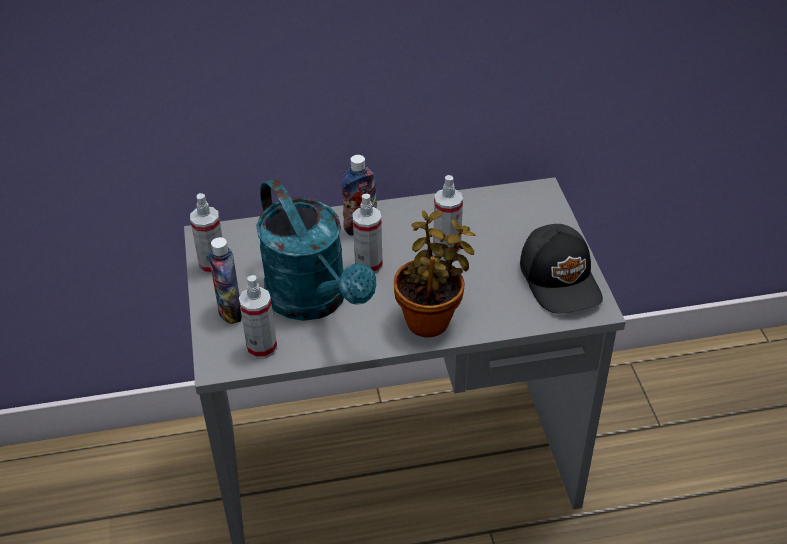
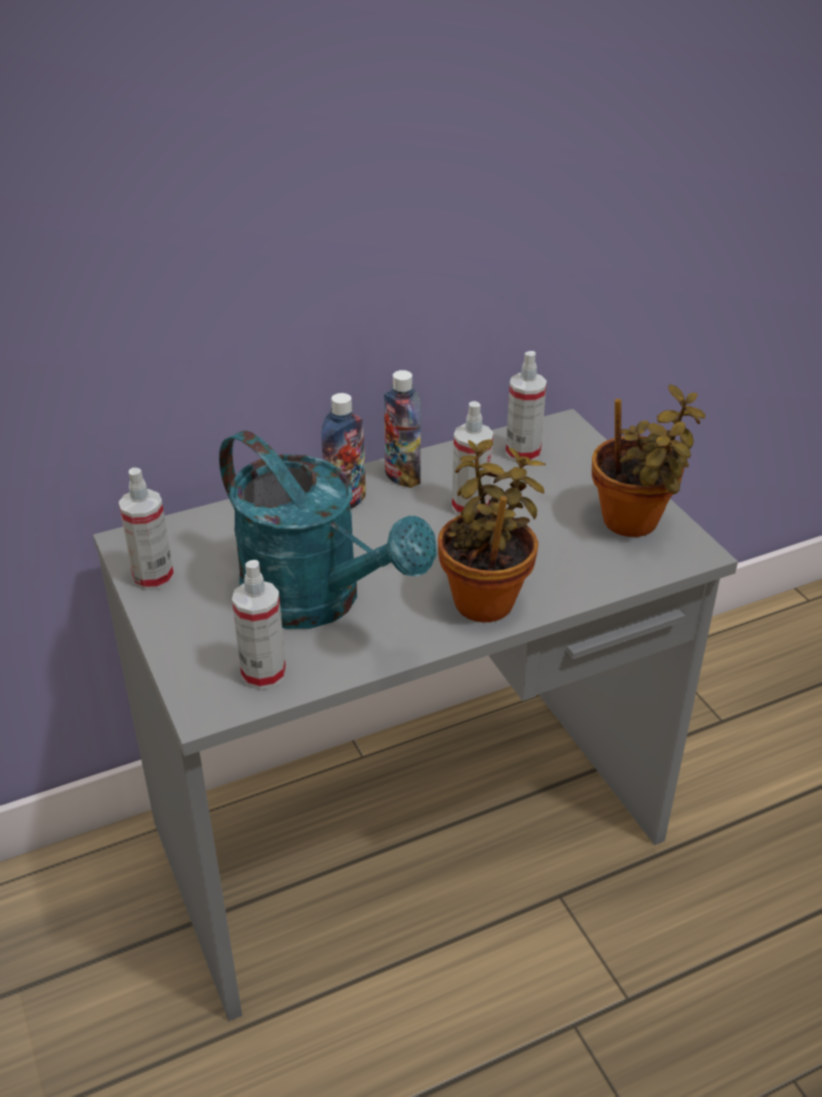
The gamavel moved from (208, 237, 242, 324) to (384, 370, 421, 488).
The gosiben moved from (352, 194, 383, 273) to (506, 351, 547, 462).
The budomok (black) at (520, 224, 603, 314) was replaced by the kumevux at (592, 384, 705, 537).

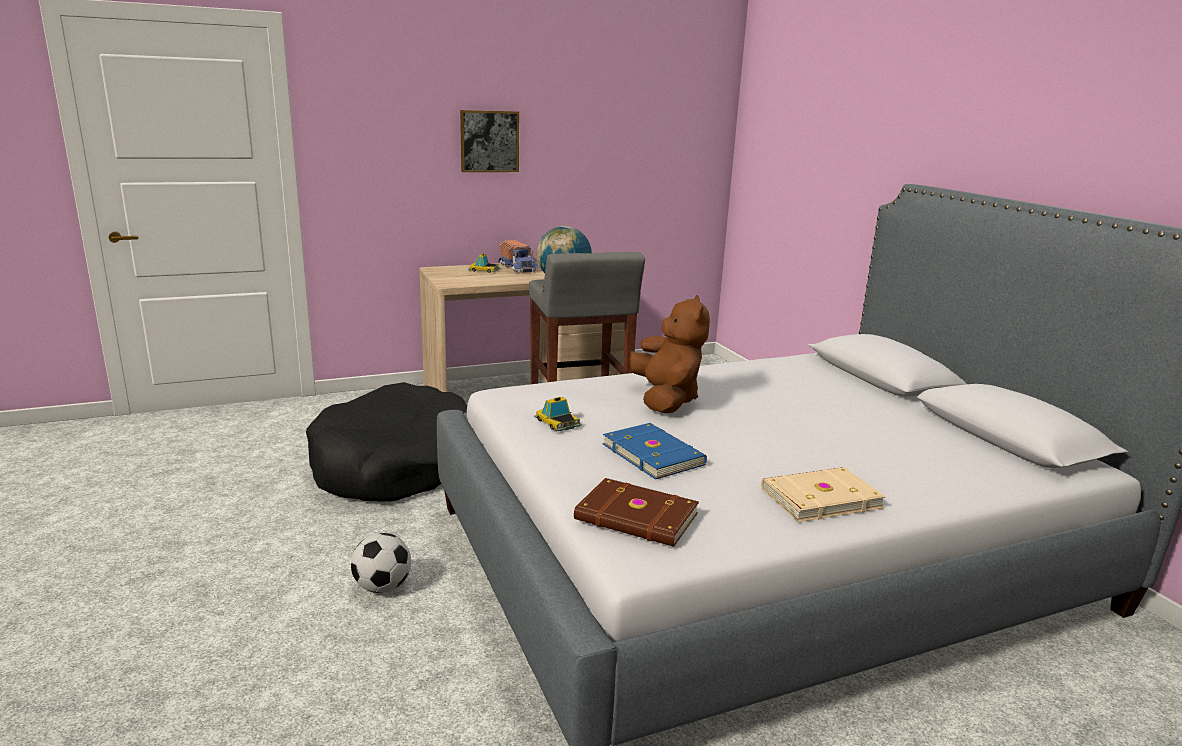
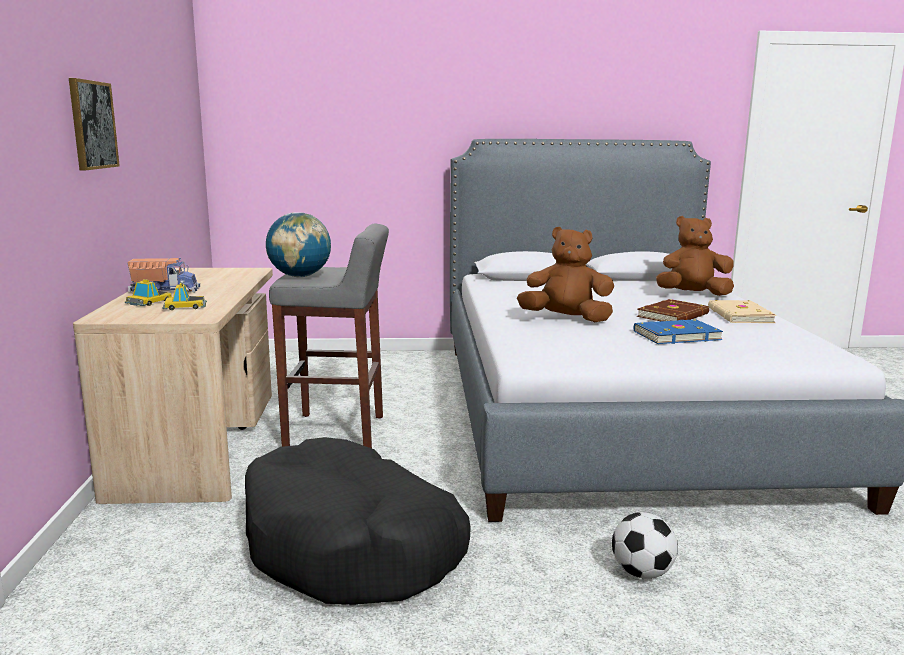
The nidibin moved from (534, 397, 582, 432) to (162, 283, 207, 310).
The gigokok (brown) moved from (574, 478, 699, 547) to (637, 299, 709, 321).
The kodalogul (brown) at (656, 216, 734, 296) appeared.

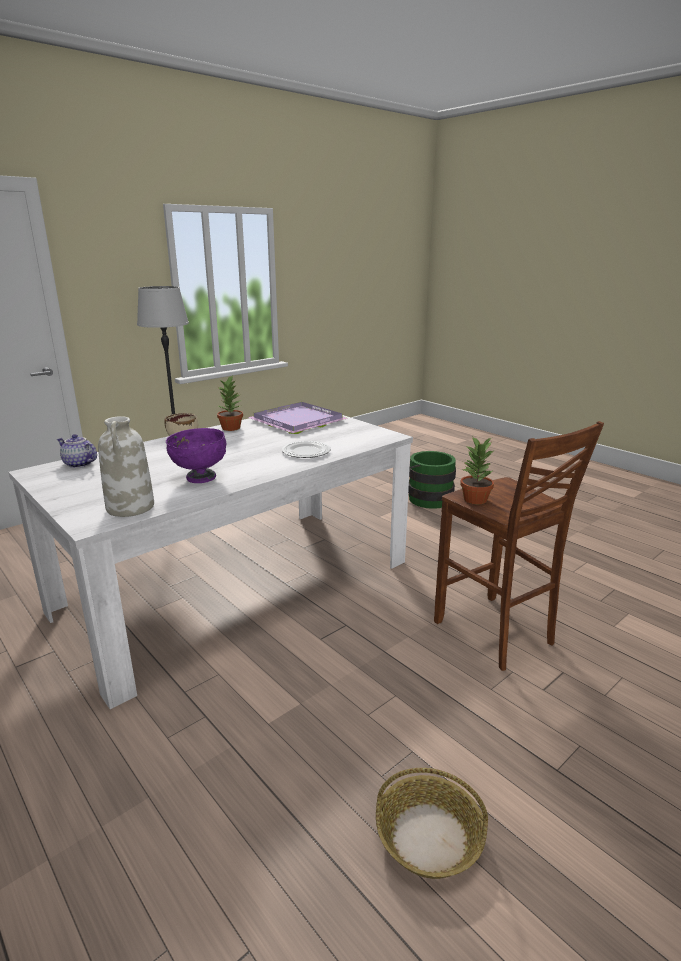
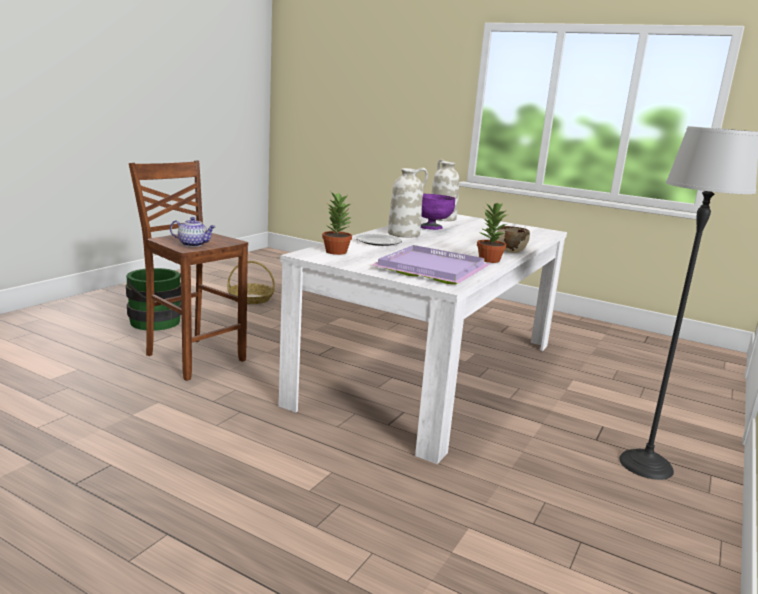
The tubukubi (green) moved from (408, 451, 456, 509) to (126, 268, 181, 331).
The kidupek moved from (57, 434, 97, 468) to (170, 217, 216, 247).
The kumevux moved from (460, 436, 495, 504) to (322, 192, 353, 255).
The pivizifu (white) at (388, 168, 428, 238) appeared.

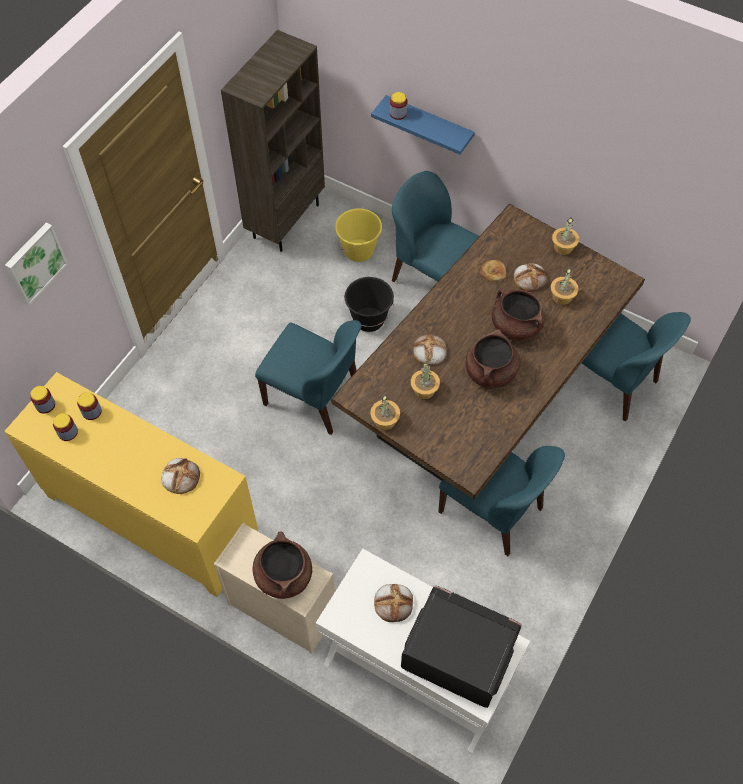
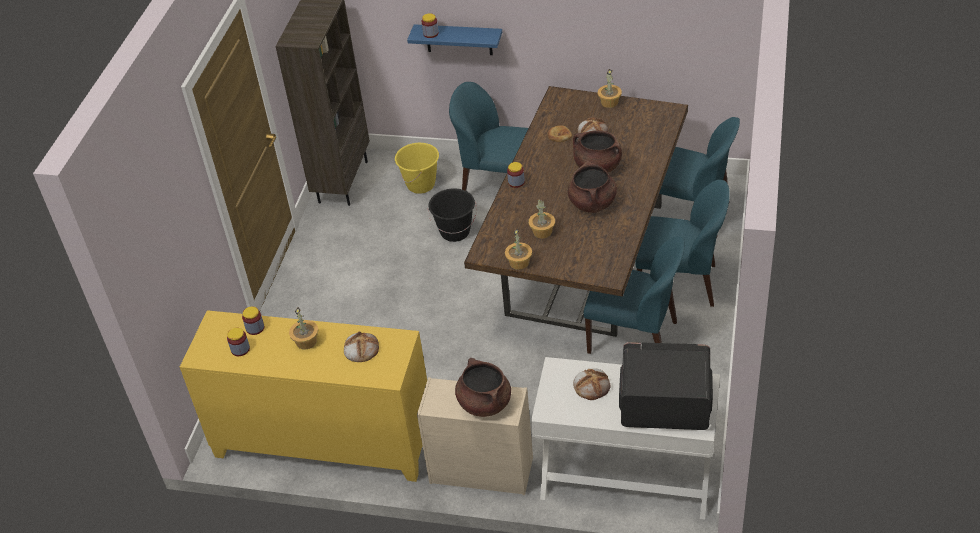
The kumevux moved from (550, 267, 579, 305) to (289, 307, 318, 349).
The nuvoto moved from (30, 386, 55, 414) to (507, 162, 525, 188).
The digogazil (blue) moved from (255, 320, 362, 435) to (635, 180, 730, 307).
The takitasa at (5, 222, 68, 306) disappeared.
The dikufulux at (413, 334, 447, 365) disappeared.

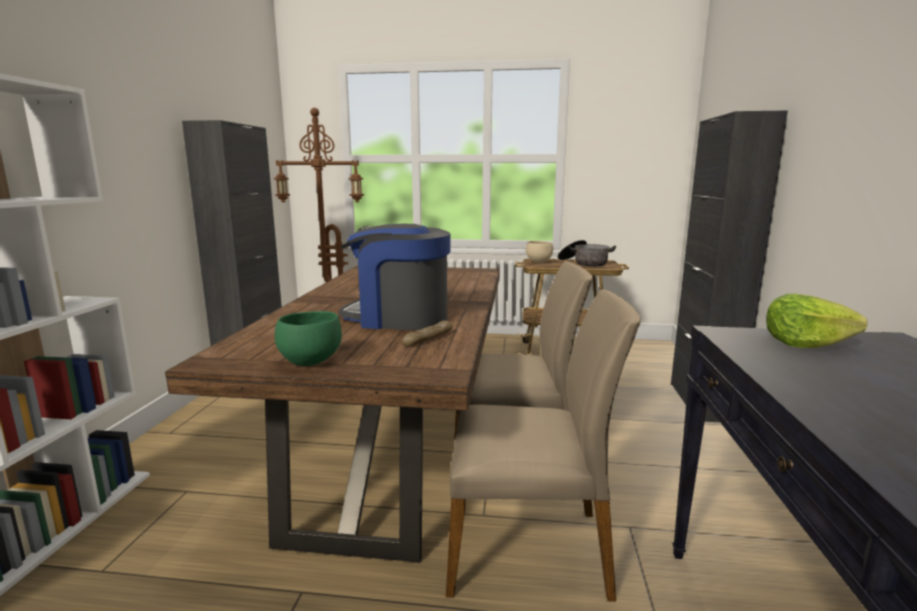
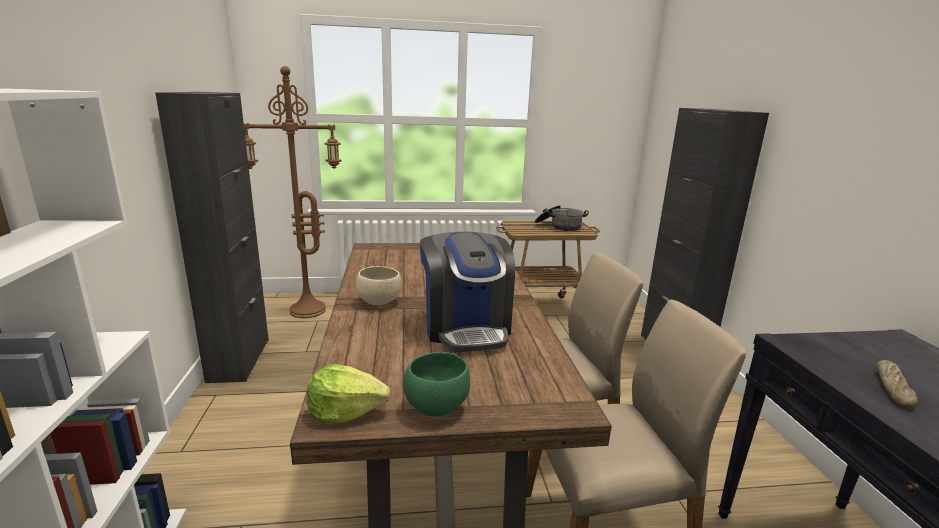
The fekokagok moved from (766, 294, 868, 348) to (307, 364, 390, 423).
The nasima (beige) moved from (526, 241, 553, 262) to (356, 266, 401, 305).
The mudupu at (339, 224, 451, 330) turned 105 degrees counterclockwise.
The dikufulux moved from (402, 320, 452, 347) to (876, 360, 918, 408).

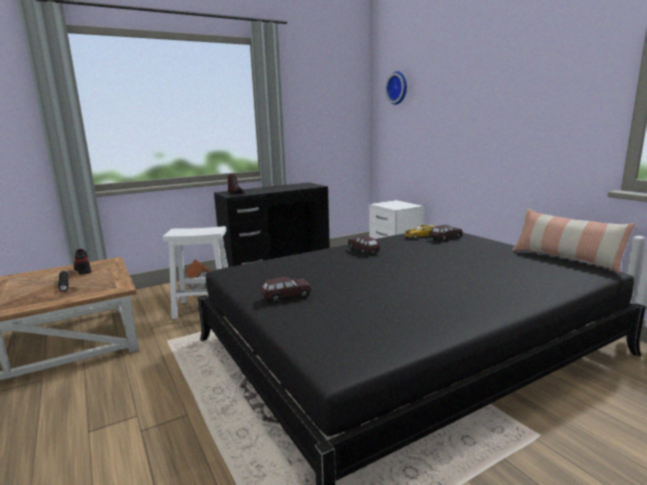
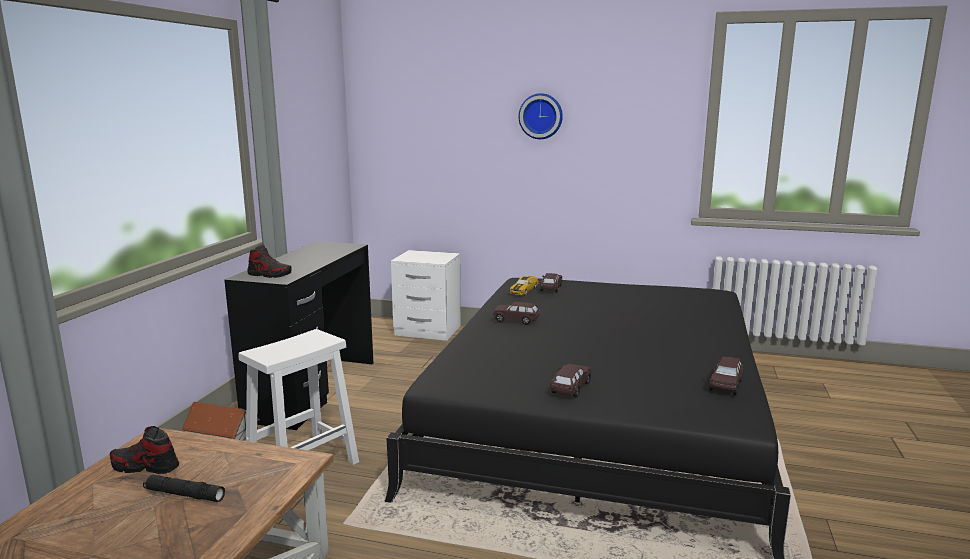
The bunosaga moved from (385, 71, 407, 105) to (518, 93, 563, 139).
The nidibin (brown) at (709, 356, 743, 395) appeared.
The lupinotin at (512, 208, 636, 273) disappeared.

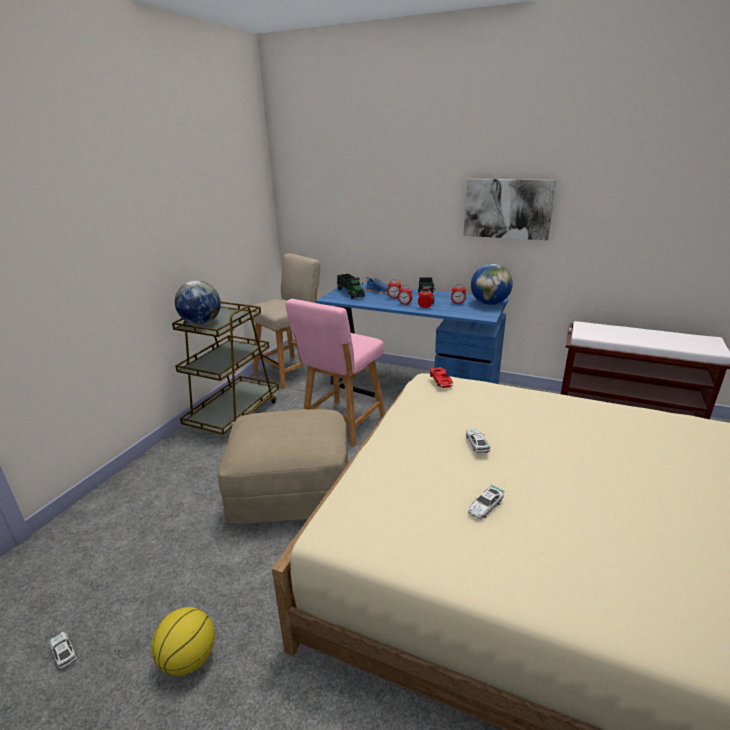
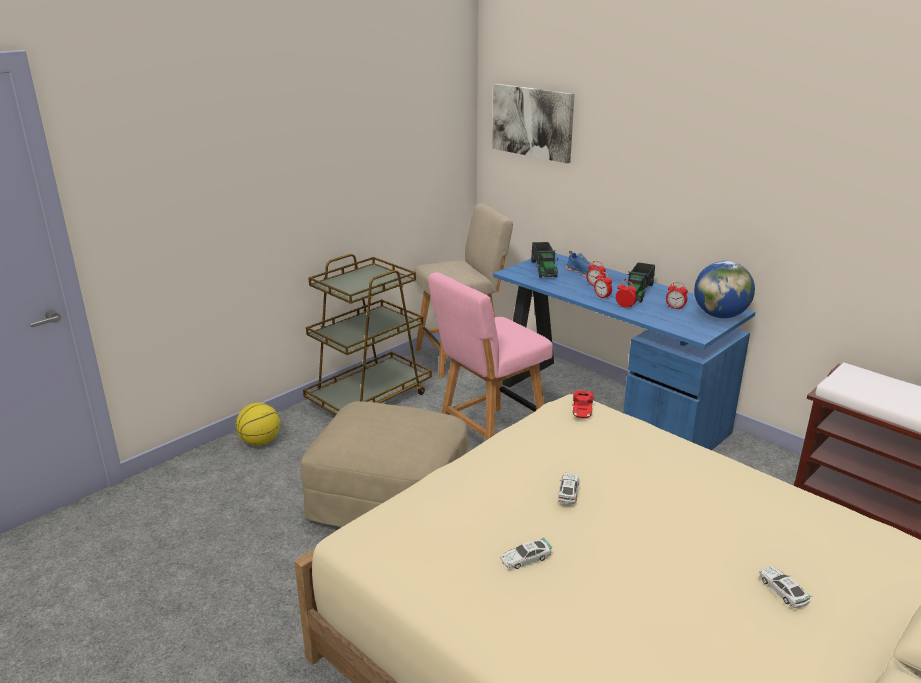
The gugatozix moved from (151, 607, 215, 676) to (236, 403, 280, 446).
The takitasa moved from (463, 179, 557, 241) to (492, 84, 575, 163).
The nidibin moved from (50, 632, 77, 669) to (759, 566, 812, 608).
The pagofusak at (175, 281, 221, 325) disappeared.

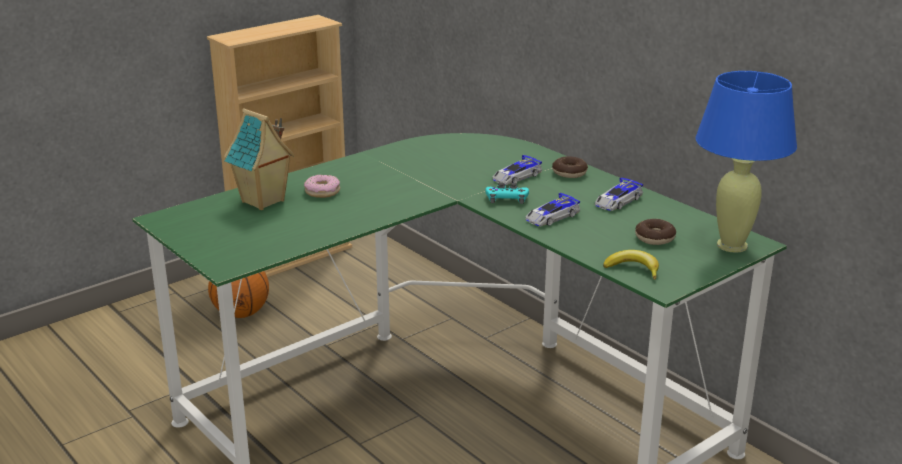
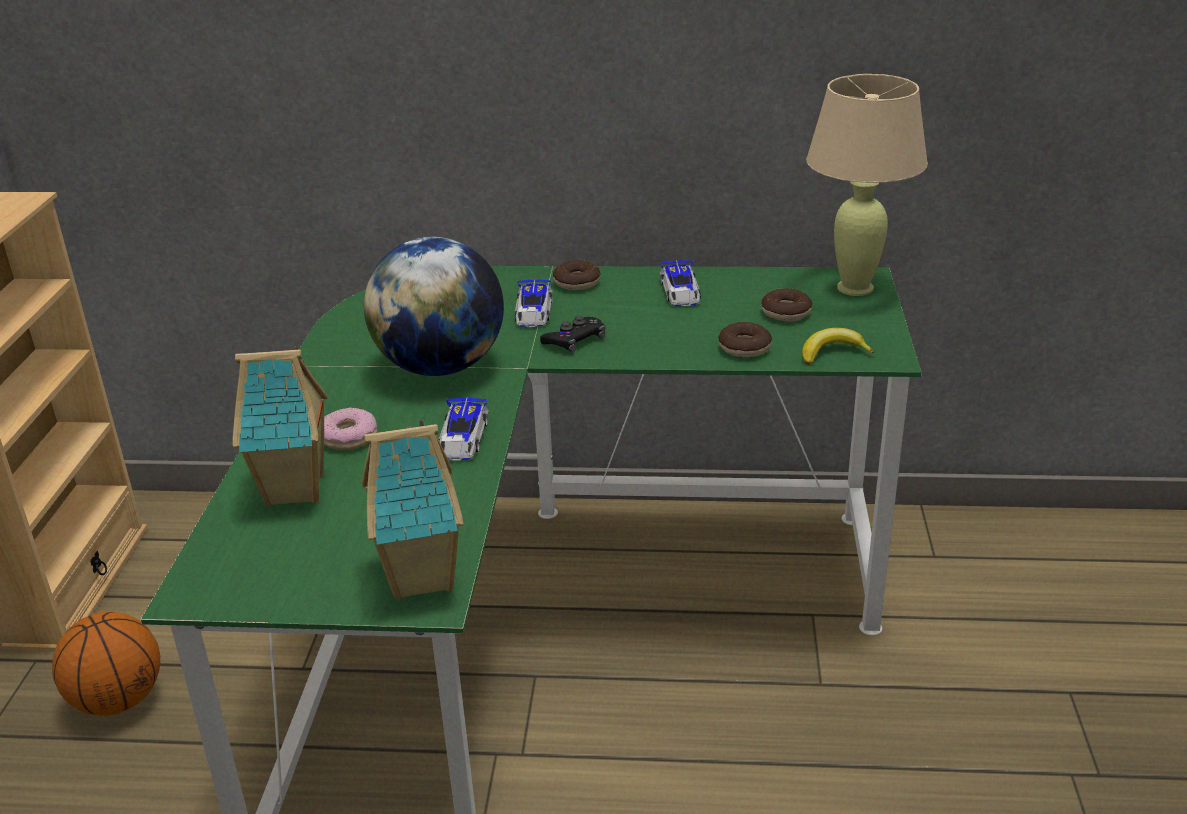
The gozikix at (362, 419, 463, 600) appeared.
The pagofusak at (364, 237, 504, 376) appeared.
The nidibin moved from (526, 193, 581, 226) to (439, 398, 489, 460).
The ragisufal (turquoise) at (485, 182, 529, 204) became the ragisufal (black) at (540, 315, 605, 352).
The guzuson at (718, 322, 772, 357) appeared.
The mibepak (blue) at (696, 71, 797, 253) became the mibepak (beige) at (806, 74, 928, 296).

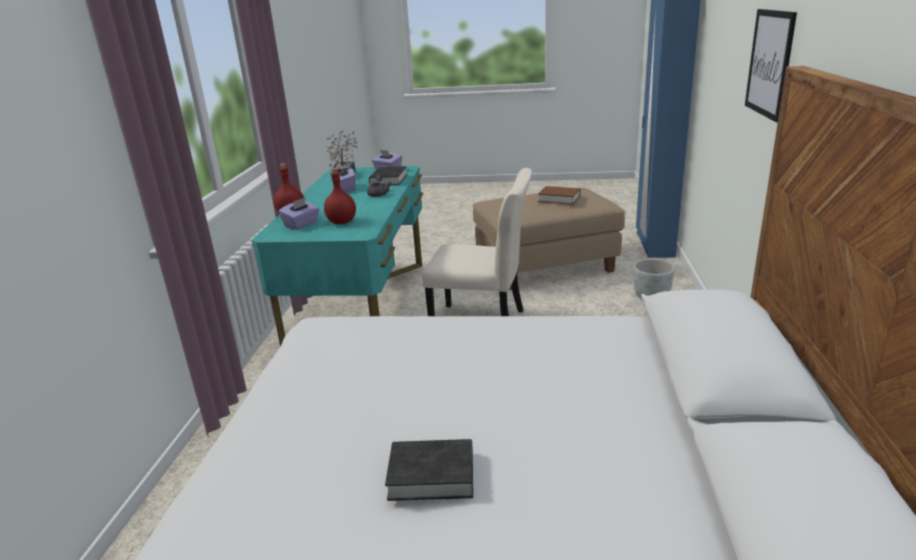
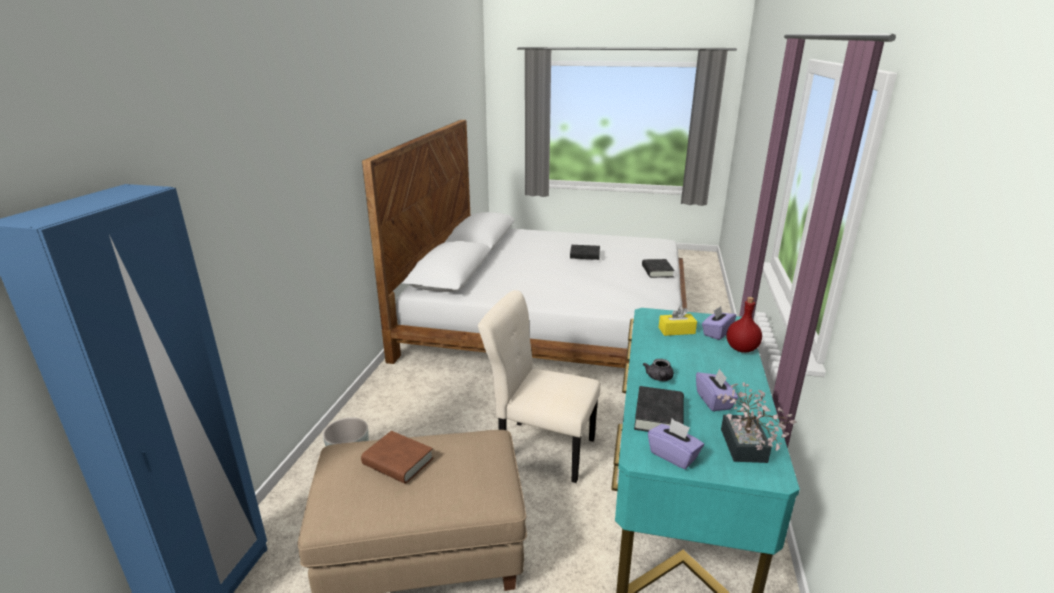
The gigokok (black) at (642, 259, 674, 278) appeared.
The gamavel (red) at (324, 168, 356, 224) was replaced by the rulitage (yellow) at (658, 306, 697, 336).
The takitasa at (745, 9, 797, 123) disappeared.

